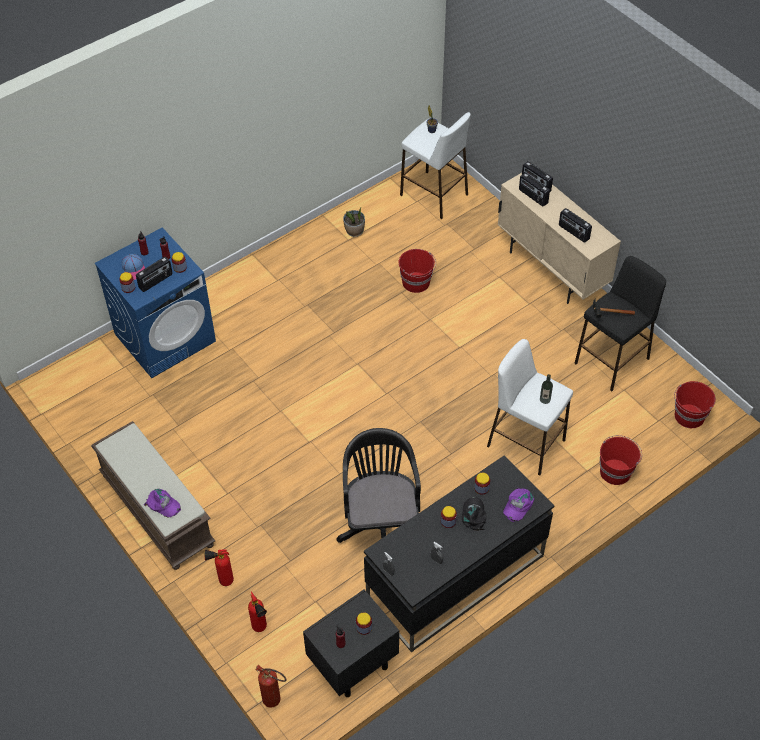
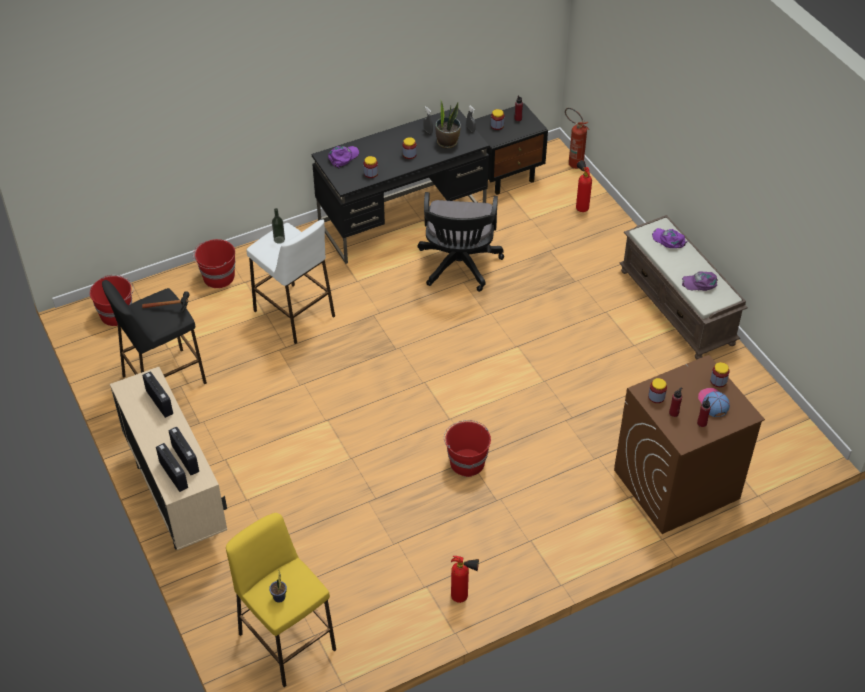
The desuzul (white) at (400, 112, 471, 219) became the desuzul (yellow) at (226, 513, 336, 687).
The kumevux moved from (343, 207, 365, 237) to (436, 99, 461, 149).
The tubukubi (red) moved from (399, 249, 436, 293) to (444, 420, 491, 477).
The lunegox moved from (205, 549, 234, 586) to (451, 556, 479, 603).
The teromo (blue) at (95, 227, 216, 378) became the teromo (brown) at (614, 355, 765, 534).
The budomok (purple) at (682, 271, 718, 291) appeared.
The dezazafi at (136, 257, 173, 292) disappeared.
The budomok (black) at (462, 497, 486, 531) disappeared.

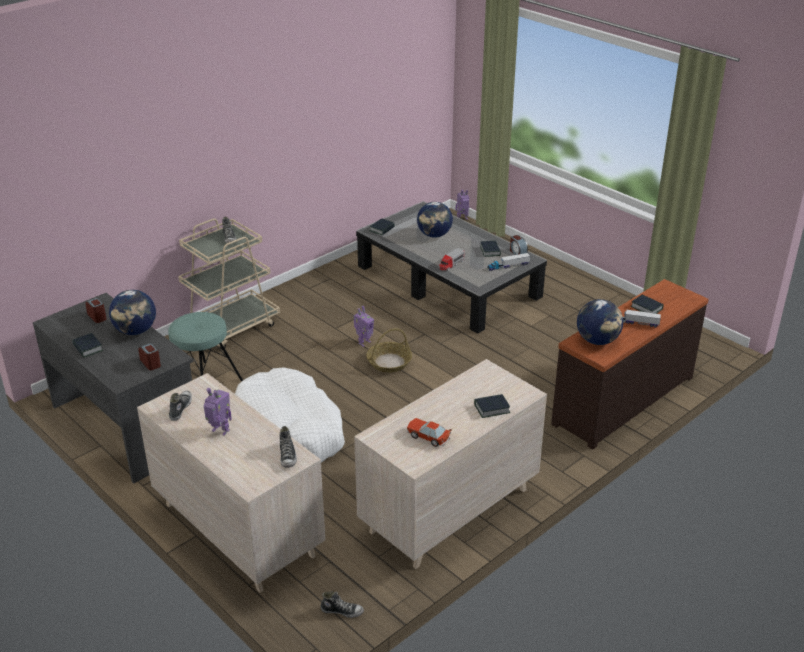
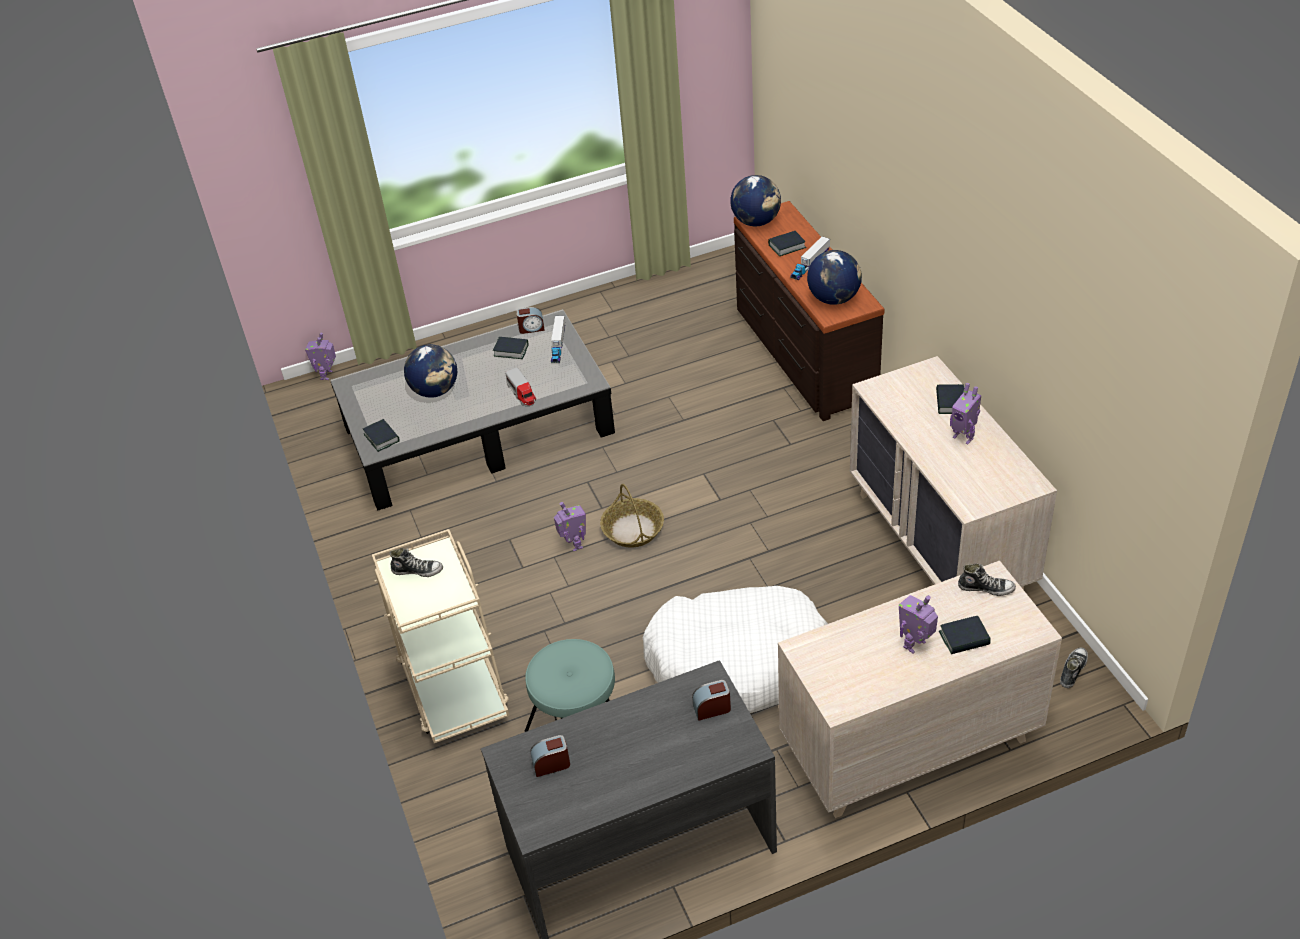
The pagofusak moved from (109, 290, 156, 335) to (730, 175, 781, 226).
The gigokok moved from (72, 333, 103, 357) to (939, 616, 991, 654).
The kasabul at (950, 383, 981, 444) appeared.
The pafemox at (169, 391, 192, 421) disappeared.
The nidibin at (407, 418, 452, 447) disappeared.

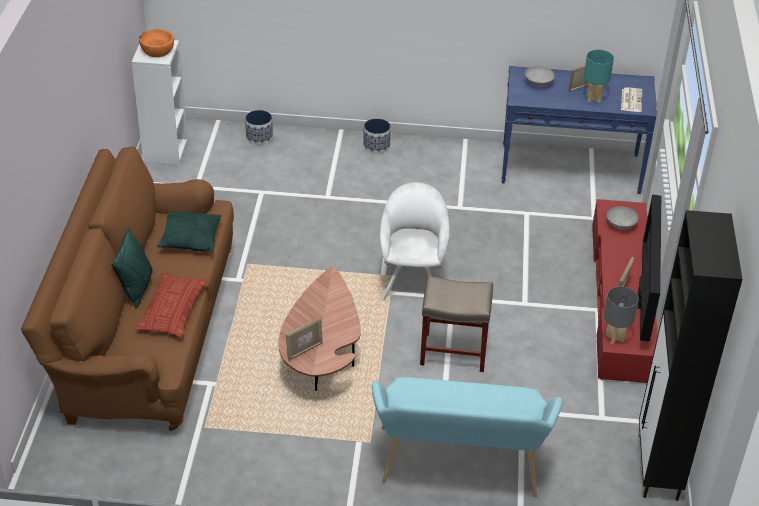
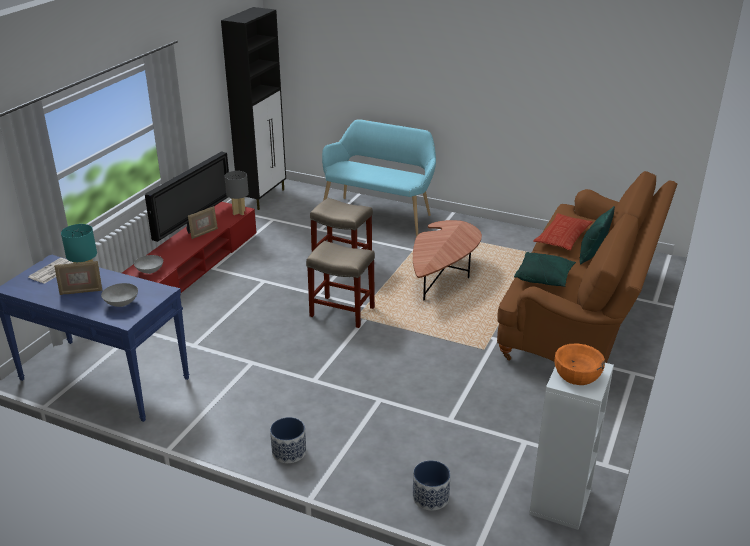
The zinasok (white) at (380, 182, 450, 301) was replaced by the desuzul (beige) at (306, 241, 375, 328).
The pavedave at (286, 317, 323, 361) disappeared.

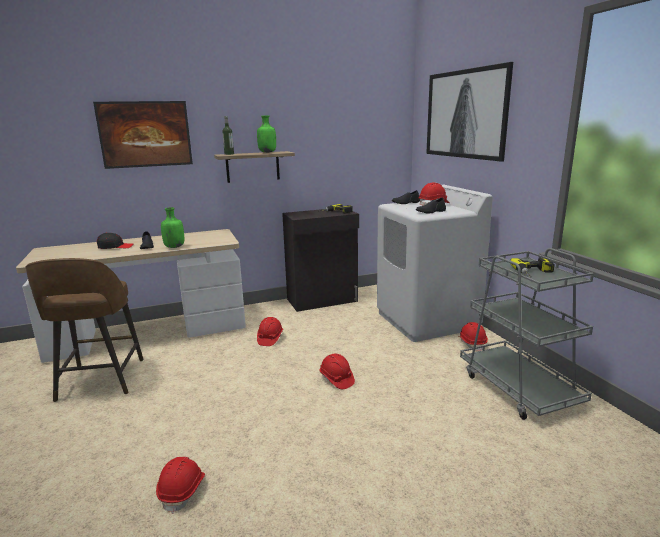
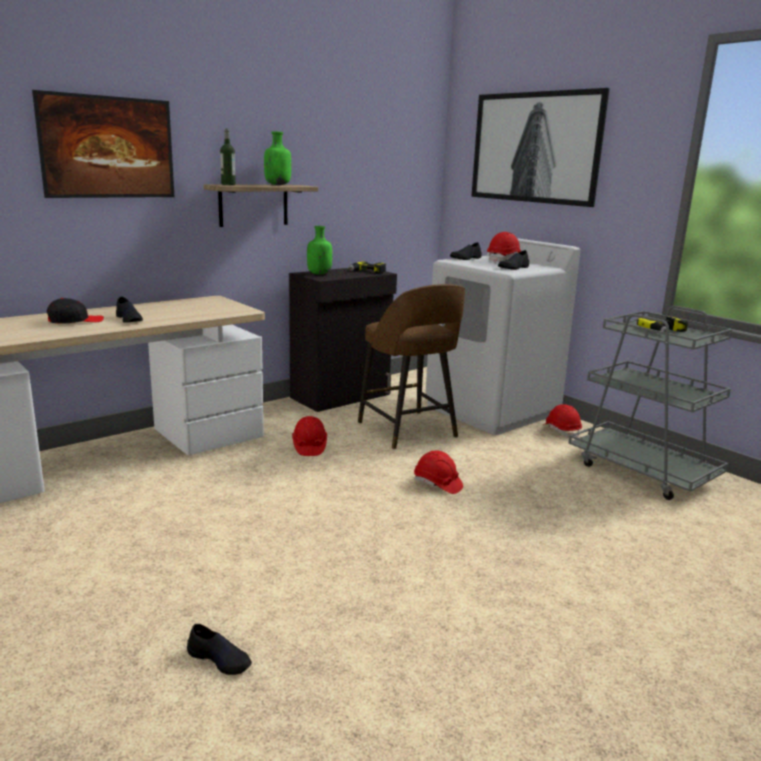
The pafemox (black) at (187, 624, 252, 675) appeared.
The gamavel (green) moved from (161, 207, 184, 248) to (307, 226, 332, 275).
The desuzul (brown) moved from (26, 258, 143, 402) to (358, 284, 465, 449).
The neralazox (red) at (156, 457, 205, 514) disappeared.

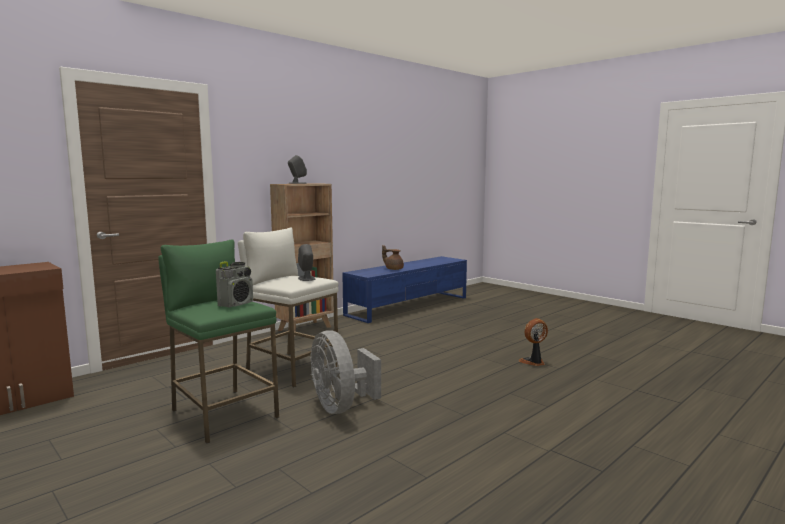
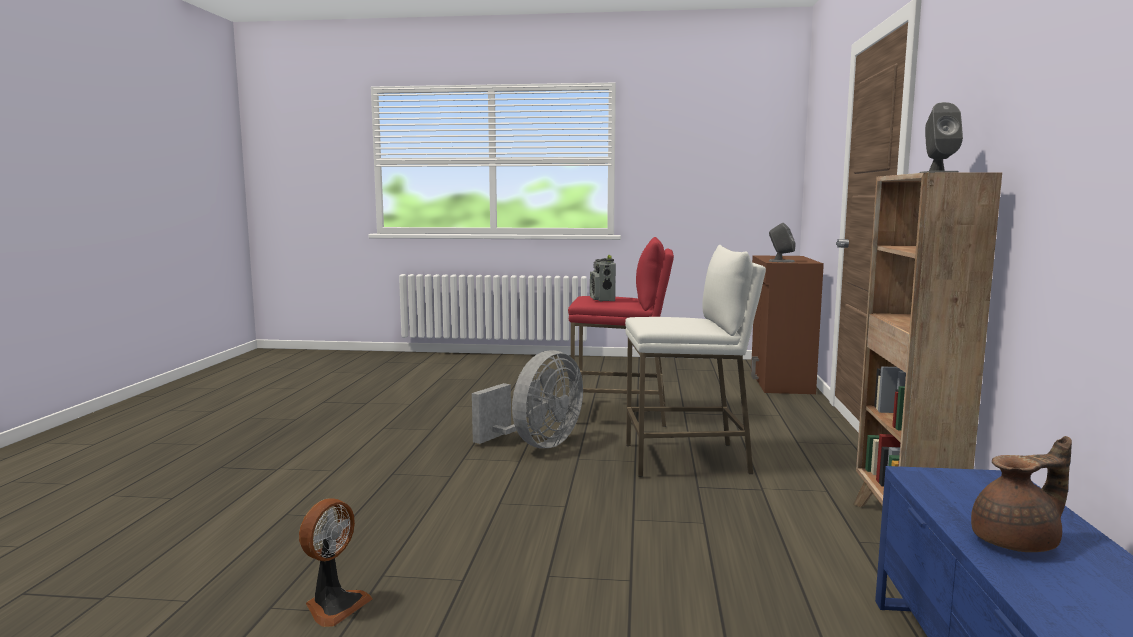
The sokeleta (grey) at (310, 331, 381, 414) turned 105 degrees clockwise.
The desuzul (green) at (158, 239, 279, 443) became the desuzul (red) at (568, 237, 674, 427).
The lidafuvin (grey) moved from (298, 244, 315, 281) to (769, 223, 795, 263).

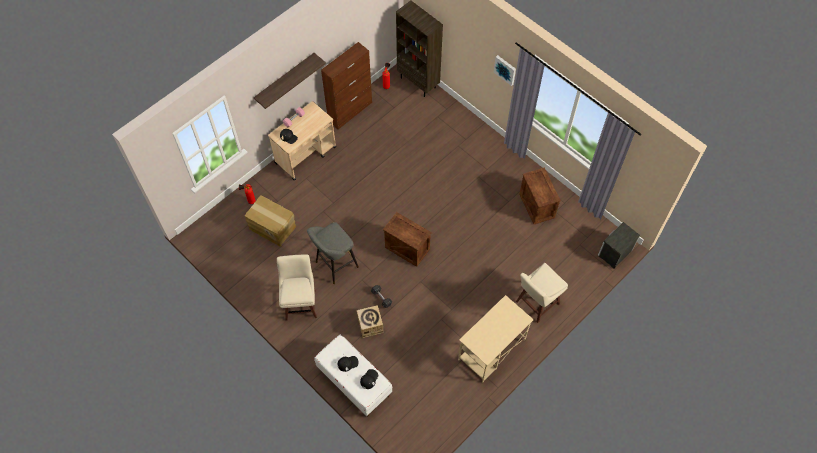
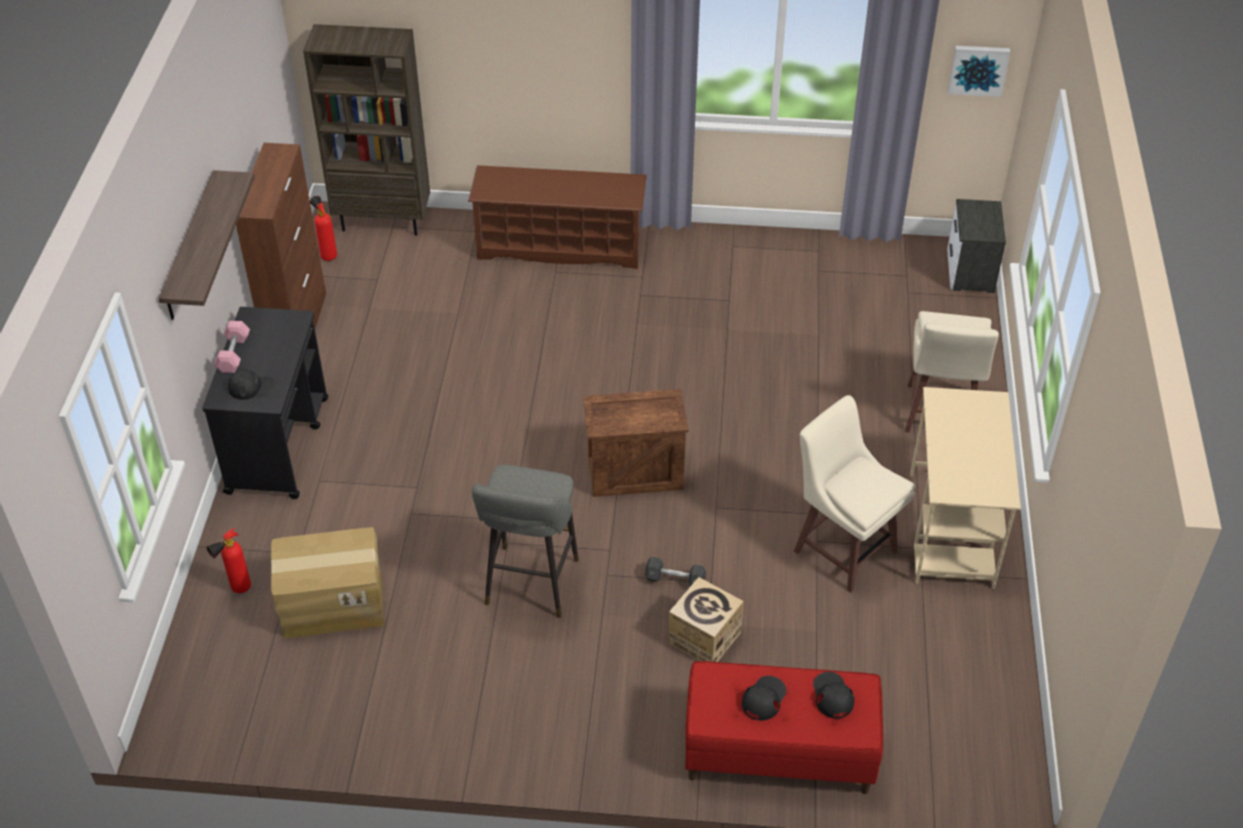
The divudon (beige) at (268, 101, 336, 181) became the divudon (black) at (202, 307, 328, 499).
The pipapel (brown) at (468, 165, 647, 269) appeared.
The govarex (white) at (314, 335, 392, 417) became the govarex (red) at (685, 661, 883, 794).
The desuzul (beige) moved from (277, 254, 317, 320) to (794, 395, 915, 593).
The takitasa moved from (494, 55, 516, 86) to (948, 46, 1010, 97).
The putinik at (519, 167, 561, 224) disappeared.

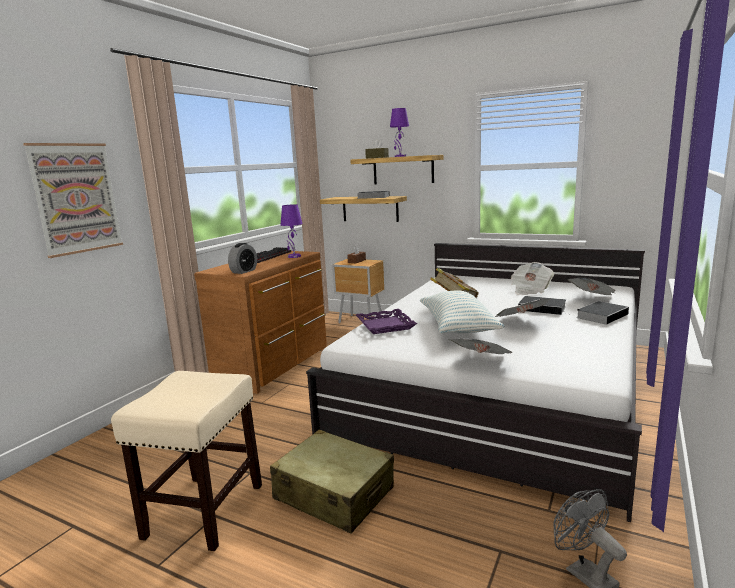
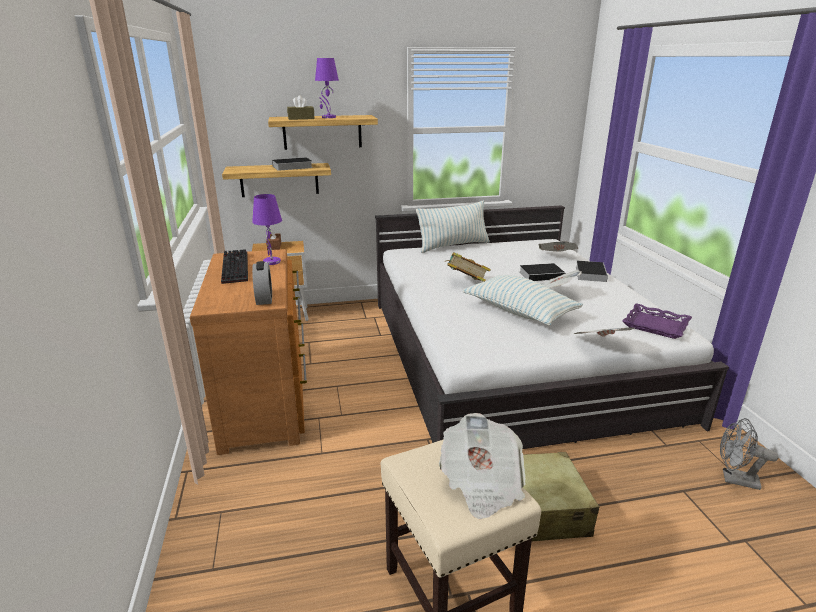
The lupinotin at (416, 201, 490, 253) appeared.
The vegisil moved from (511, 262, 554, 295) to (439, 413, 526, 519).
The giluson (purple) moved from (356, 309, 417, 334) to (622, 304, 692, 339).
The takitasa at (23, 143, 123, 258) disappeared.

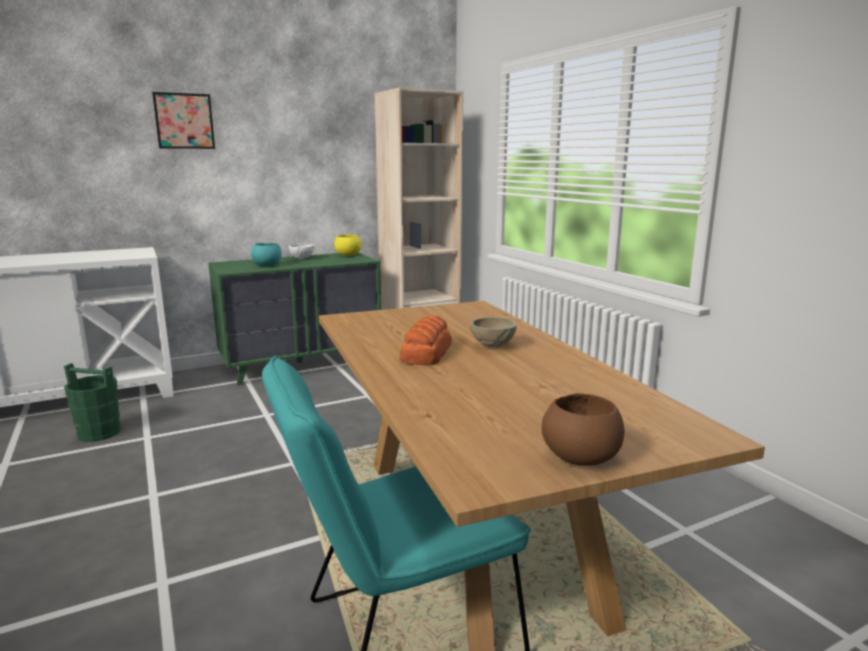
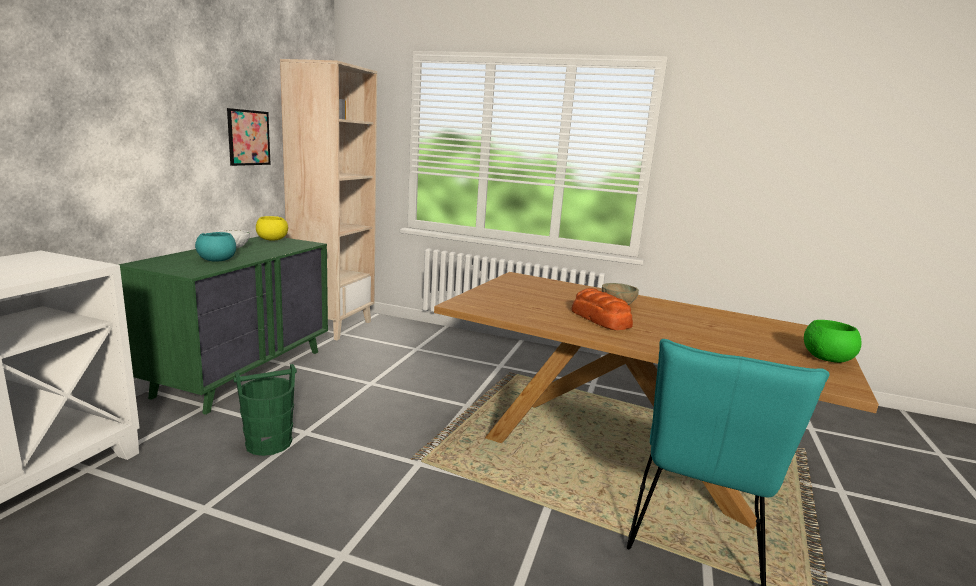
The takitasa moved from (152, 92, 215, 149) to (227, 108, 271, 166).
The tubukubi (green) moved from (64, 363, 121, 442) to (233, 364, 297, 456).
The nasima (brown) at (542, 393, 624, 466) became the nasima (green) at (804, 320, 861, 363).

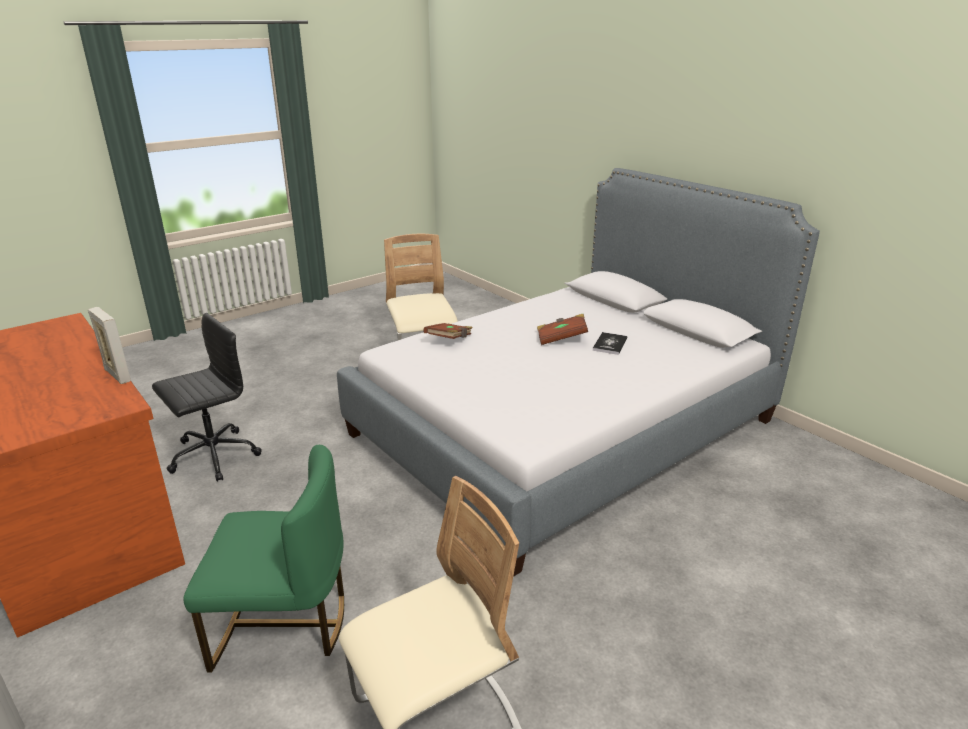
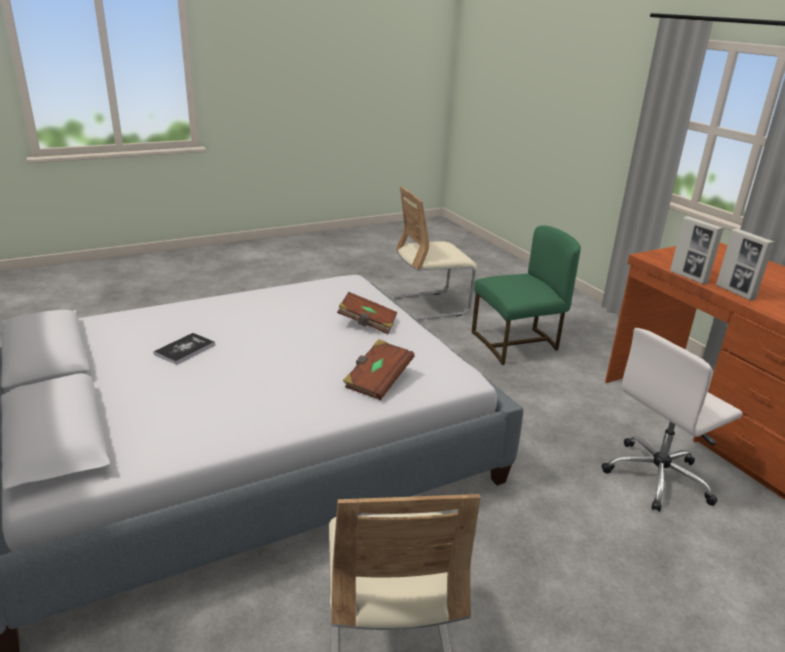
The gigokok (brown) moved from (537, 314, 588, 345) to (337, 292, 398, 334).
The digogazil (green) at (183, 445, 344, 672) turned 150 degrees clockwise.
The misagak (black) at (152, 313, 262, 482) became the misagak (white) at (601, 328, 742, 512).
The pavedave at (716, 228, 775, 301) appeared.

